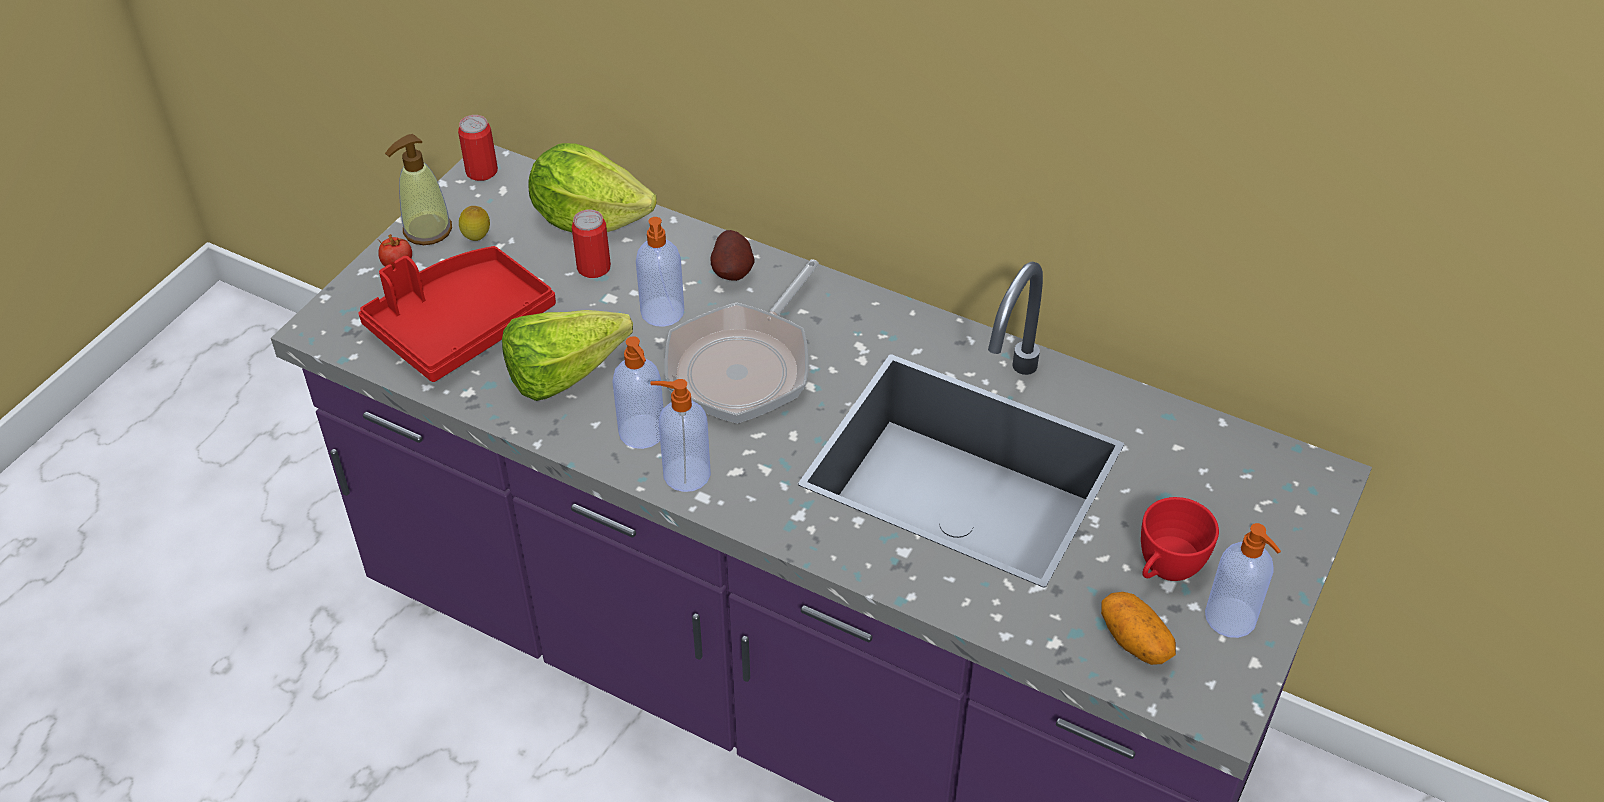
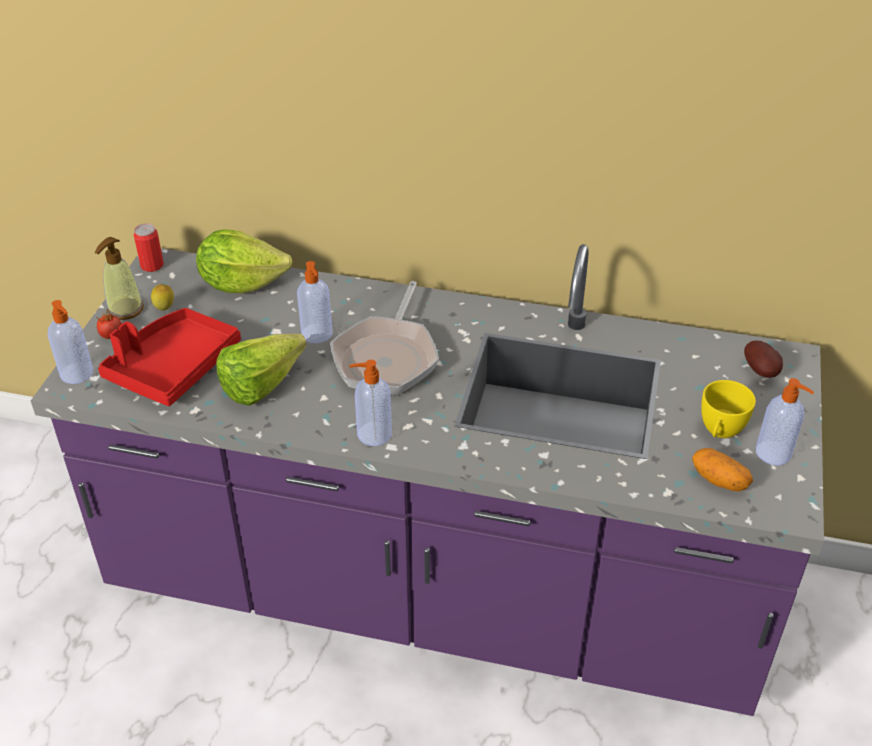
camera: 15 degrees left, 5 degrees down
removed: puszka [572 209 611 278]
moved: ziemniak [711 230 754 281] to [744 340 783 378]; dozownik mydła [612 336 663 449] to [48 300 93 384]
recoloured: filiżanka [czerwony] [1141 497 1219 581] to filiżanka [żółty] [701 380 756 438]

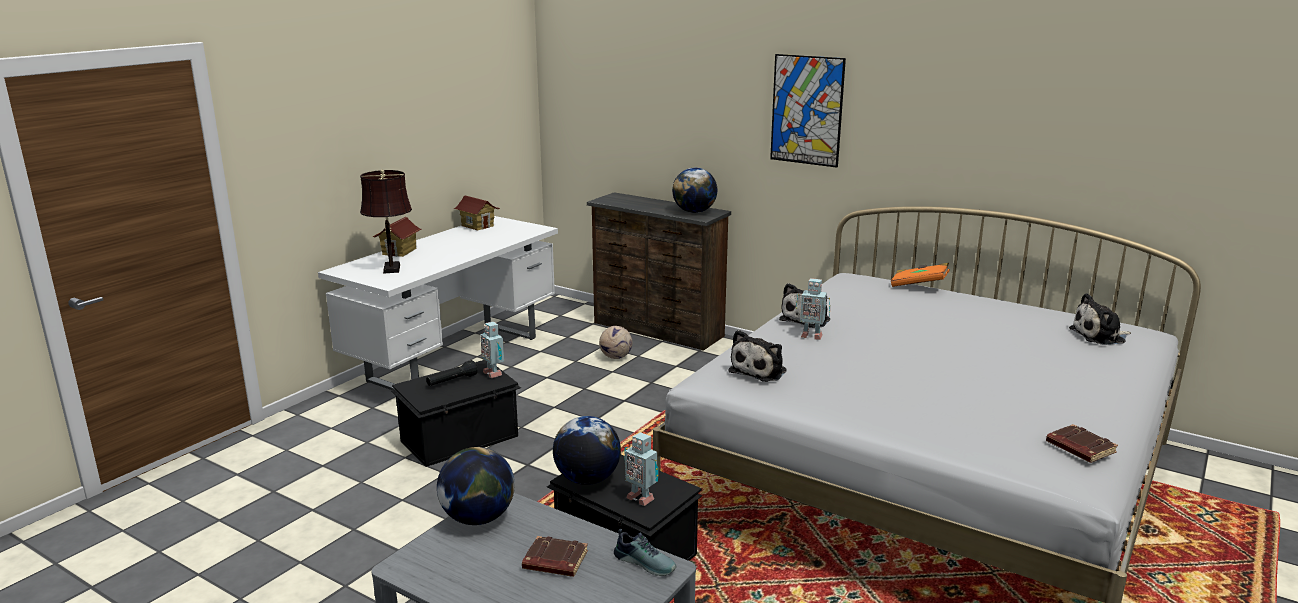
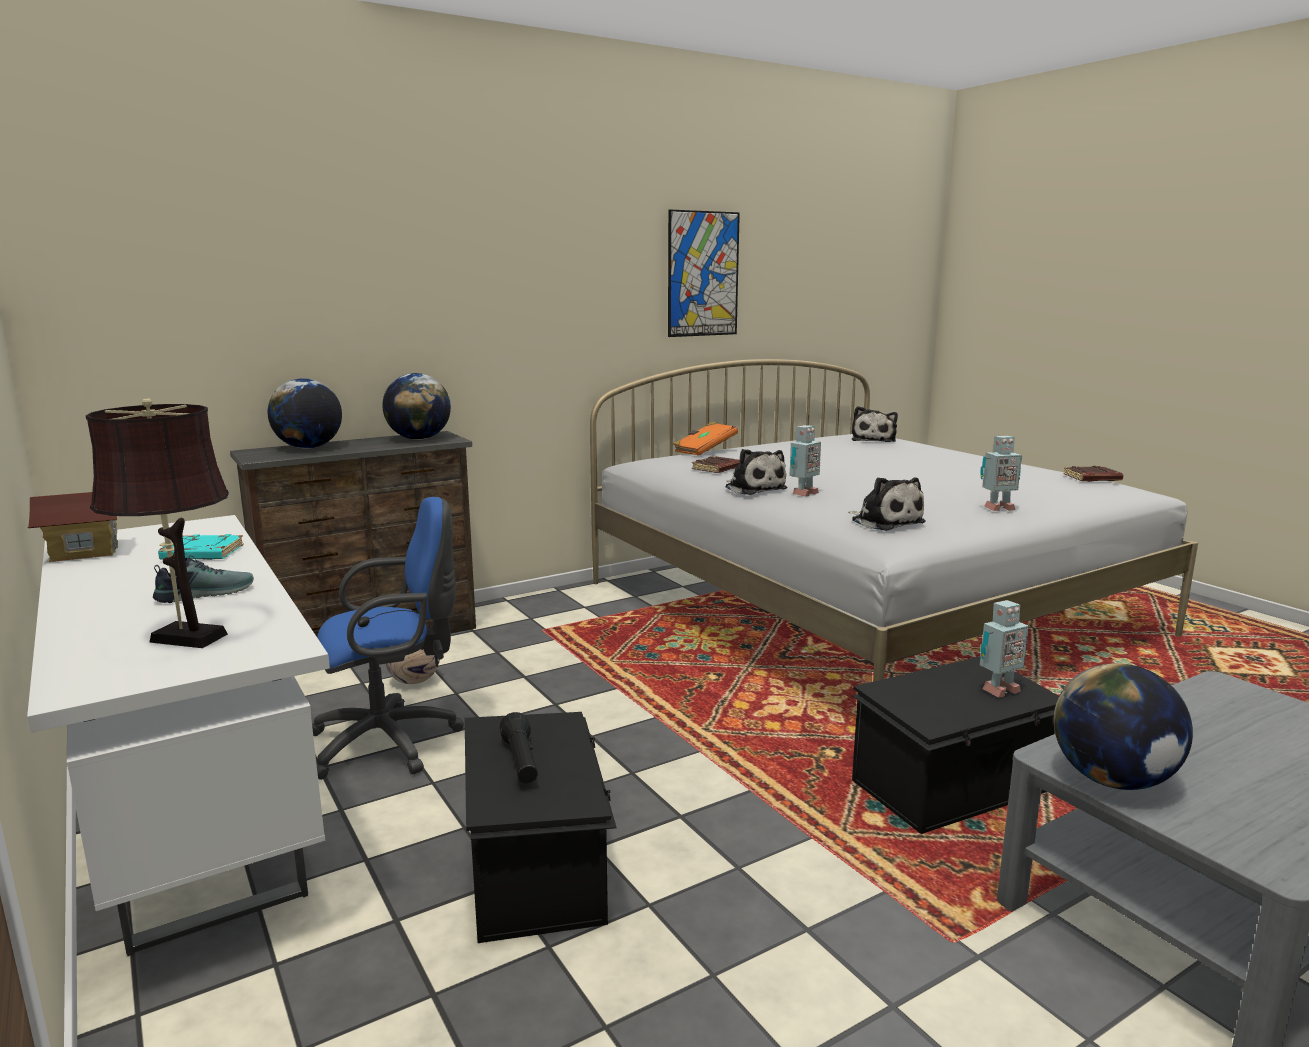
camera: 65 degrees left, 5 degrees down
removed: domek [372 217 421 257]
added: krzesło biurowe [niebieski] [312 497 464 780]; książka [turkusowy] [158 534 244 560]
moved: obraz [770 54 846 168] to [668 210 740 337]; robot zabawkowy [480 322 504 378] to [980 436 1022 511]; globus [553 416 621 485] to [267 378 342 449]; but [614 529 676 576] to [153 555 254 603]; książka [brązowy] [522 536 588 577] to [692 456 740 473]

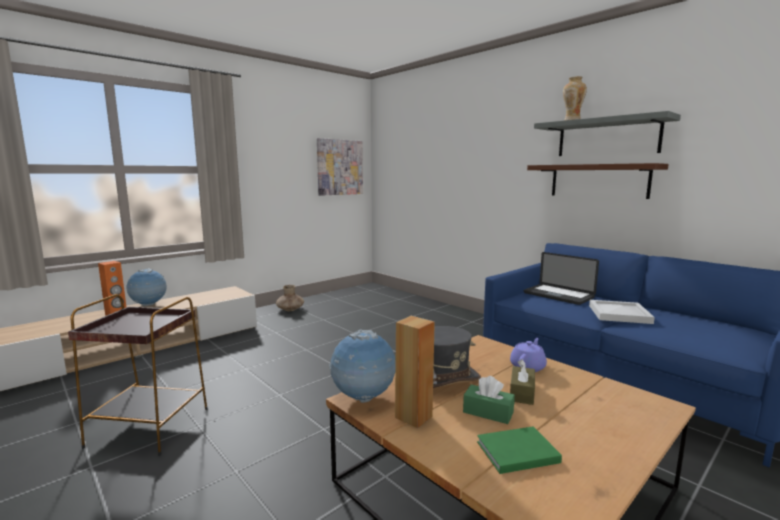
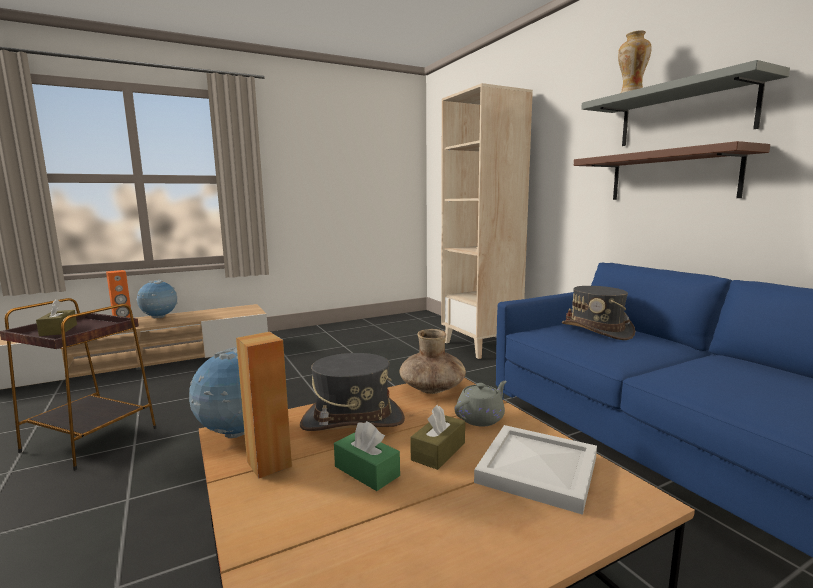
camera: 15 degrees right, 0 degrees up
removed: obraz [317 138 363 196]; książka [zielony] [477 426 562 474]
added: regał [beżowy] [441 83 533 359]; pudełko chusteczek [brązowy] [36 299 77 336]
moved: wazon [brązowy] [276 285 304 311] to [400 329 466 394]; taca [biały] [589 300 655 324] to [474 425 597 515]
replaced: laptop [524 252 599 305] to kapelusz [szary] [562 286 635 340]
recoloured: imbryk [fioletowy] [510 338 547 372] to imbryk [szary] [455 381 507 426]

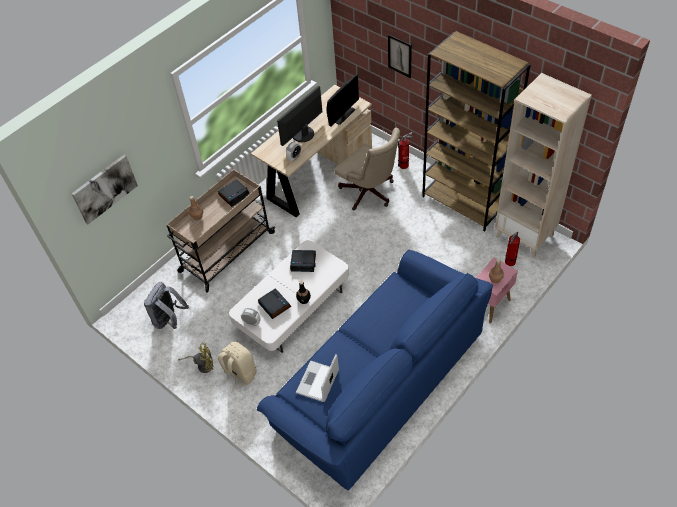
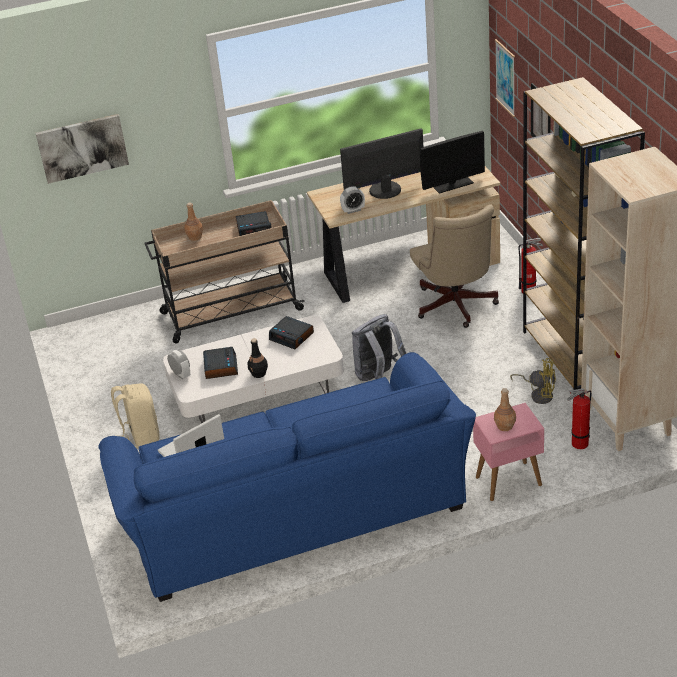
camera: 30 degrees right, 15 degrees down
added: obraz [495 39 515 117]
moved: plecak [szary] [144 282 189 329] to [352 314 406 381]; wentylator [żółty] [178 343 214 373] to [510 358 556 404]

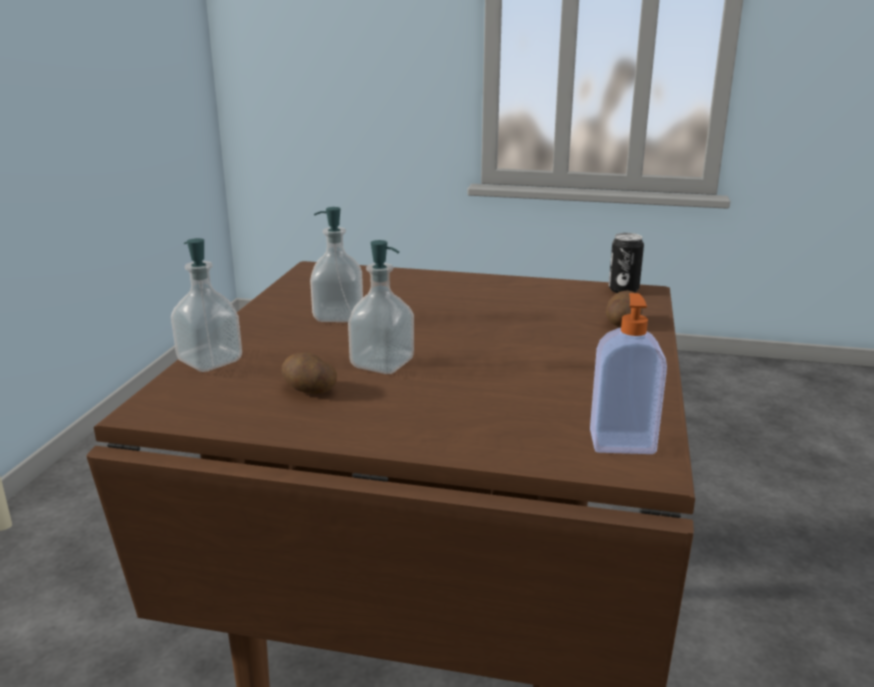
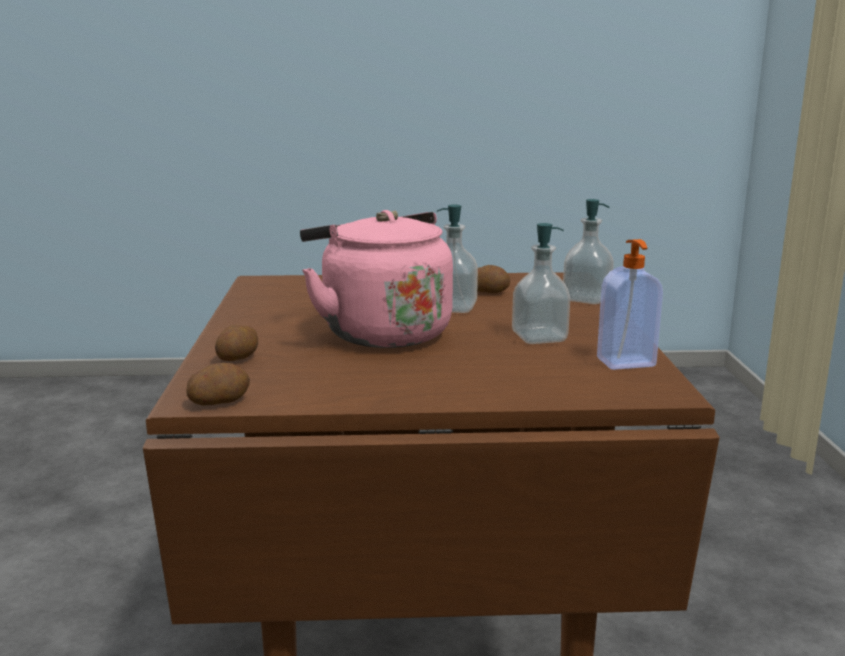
camera: 165 degrees right, 5 degrees down
added: czajnik [różowy] [300 210 453 348]
moved: dozownik mydła [590 293 667 454] to [597 239 663 370]
replaced: puszka [609 233 644 293] to ziemniak [187 363 250 405]

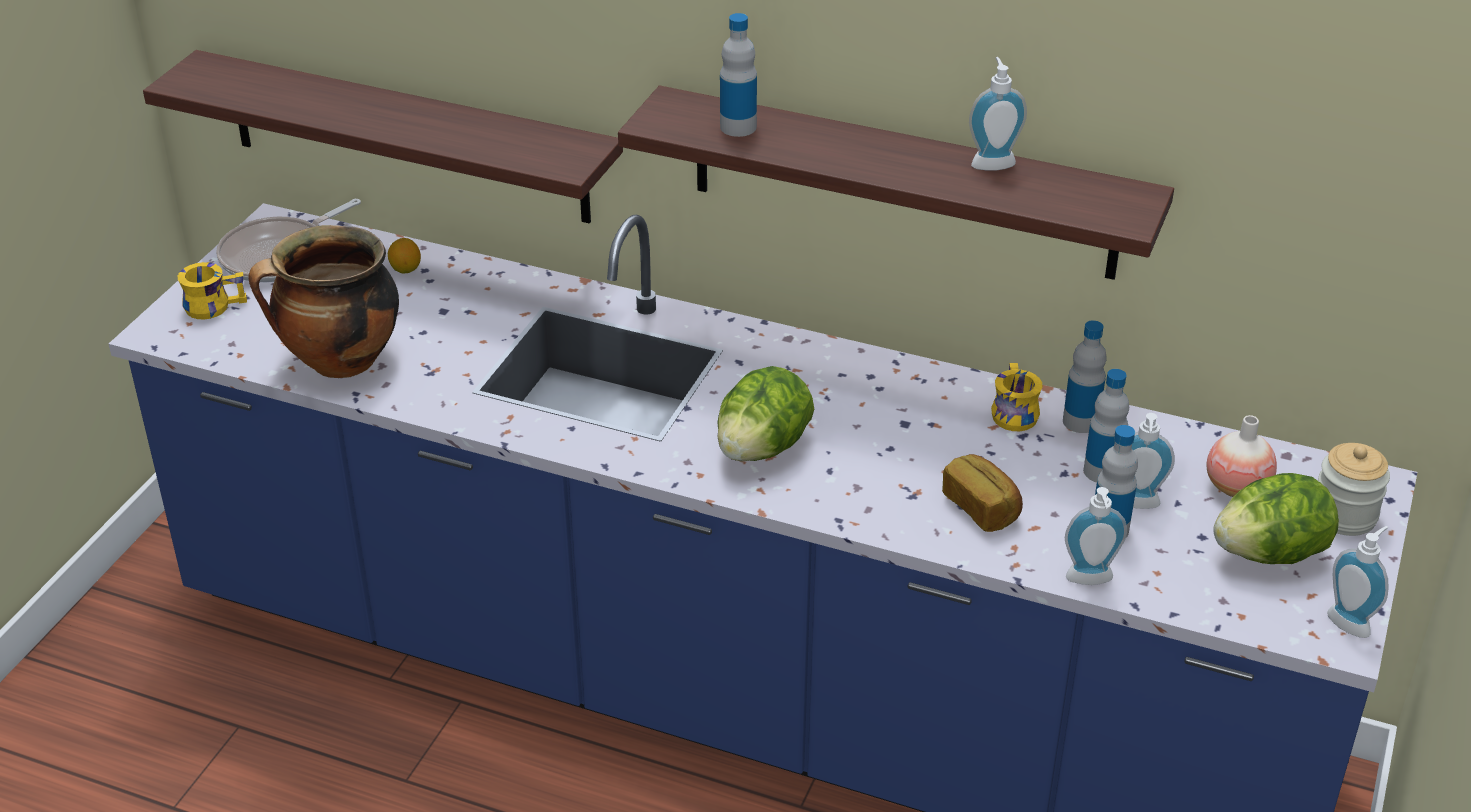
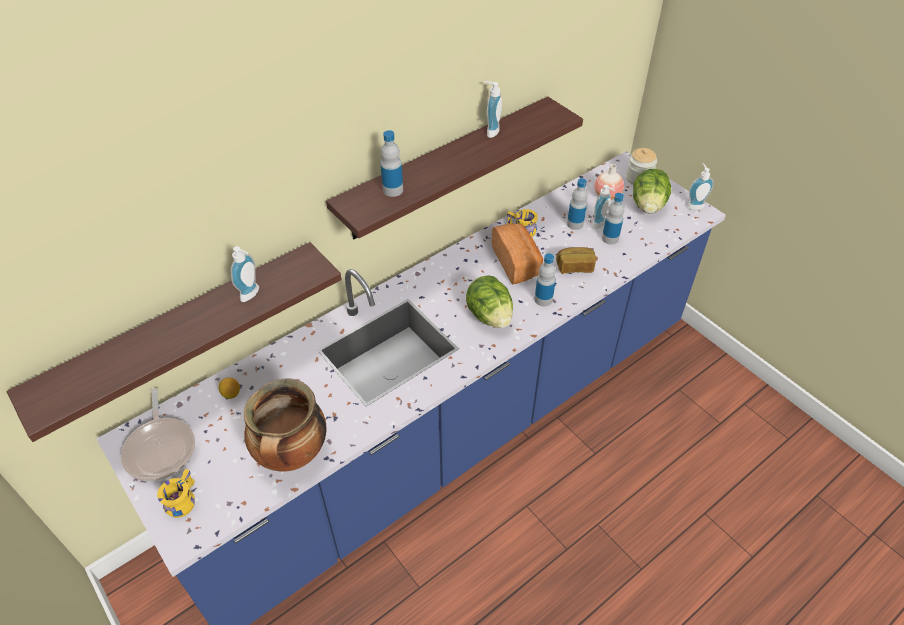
camera: 60 degrees left, 10 degrees up
added: chleb [492 224 543 284]
moved: butelka [1063 320 1107 433] to [535 253 556 306]; dozownik mydła [1065 487 1127 585] to [231 246 259 302]

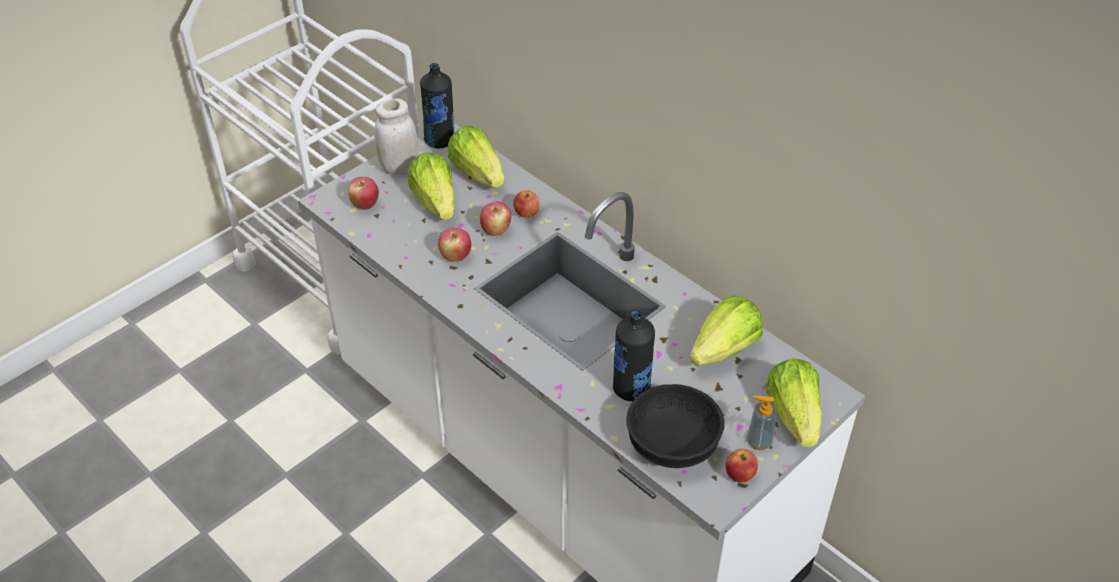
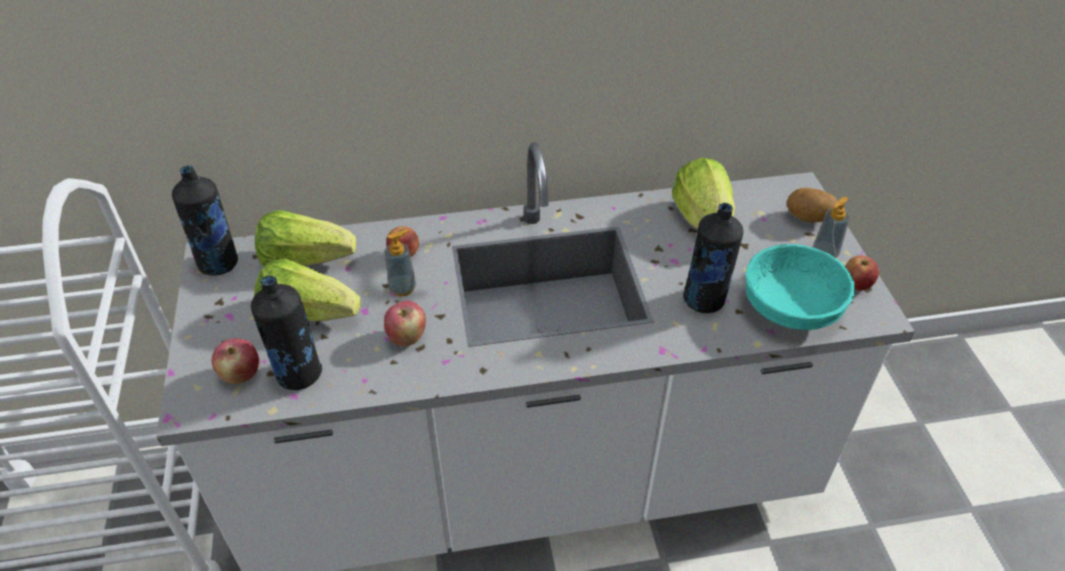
camera: 55 degrees left, 0 degrees up
removed: słoik [biały] [374 99 418 175]
added: butelka [czarny] [251 276 322 390]
replaced: jabłko [480 201 511 236] to dozownik mydła [385 230 416 297]; sałata [766 358 822 447] to ziemniak [787 188 838 222]
recoloured: miska [czarny] [626 384 724 468] to miska [turkusowy] [746 244 855 330]

